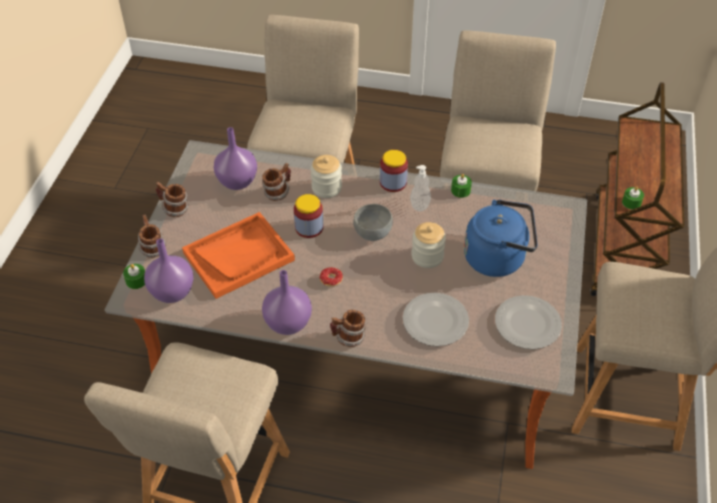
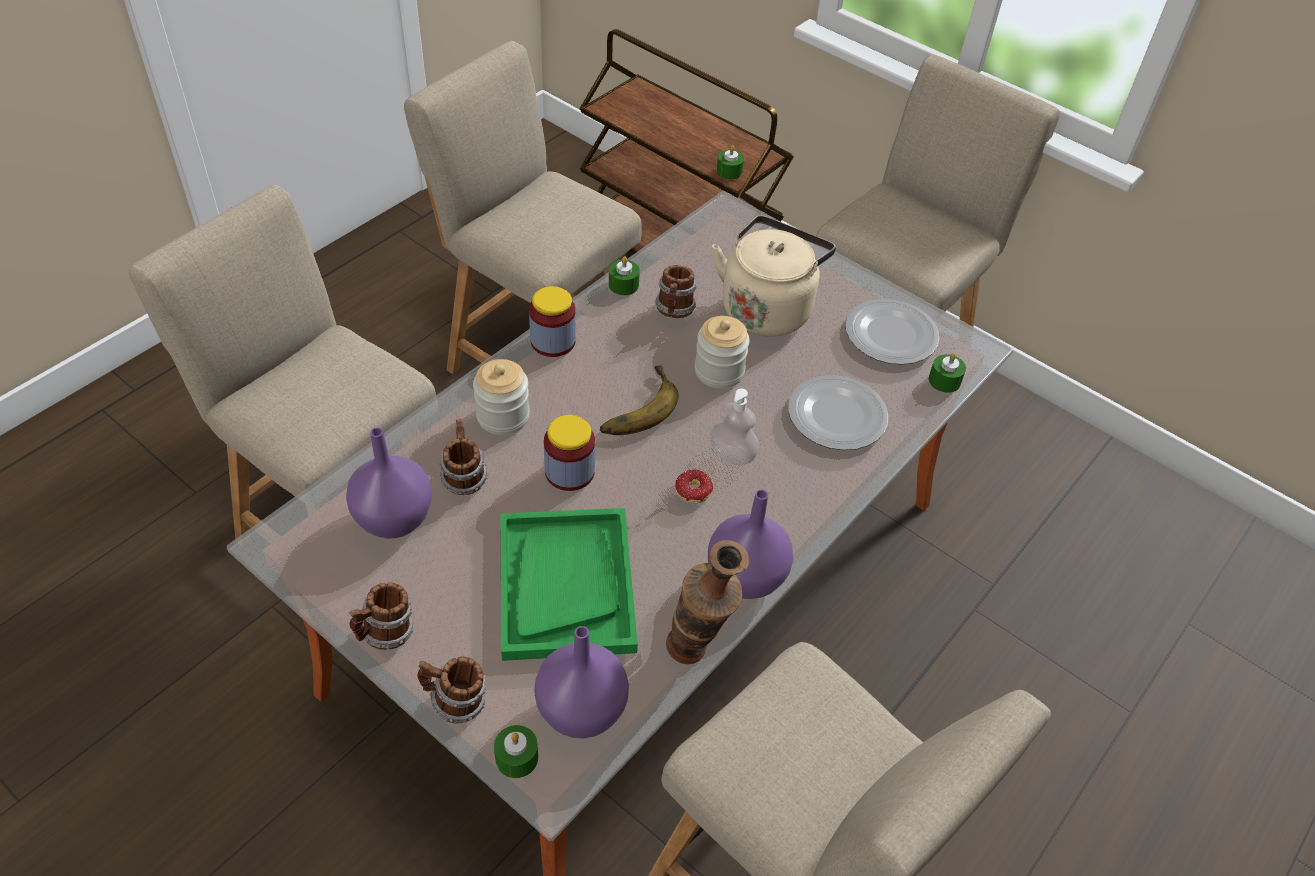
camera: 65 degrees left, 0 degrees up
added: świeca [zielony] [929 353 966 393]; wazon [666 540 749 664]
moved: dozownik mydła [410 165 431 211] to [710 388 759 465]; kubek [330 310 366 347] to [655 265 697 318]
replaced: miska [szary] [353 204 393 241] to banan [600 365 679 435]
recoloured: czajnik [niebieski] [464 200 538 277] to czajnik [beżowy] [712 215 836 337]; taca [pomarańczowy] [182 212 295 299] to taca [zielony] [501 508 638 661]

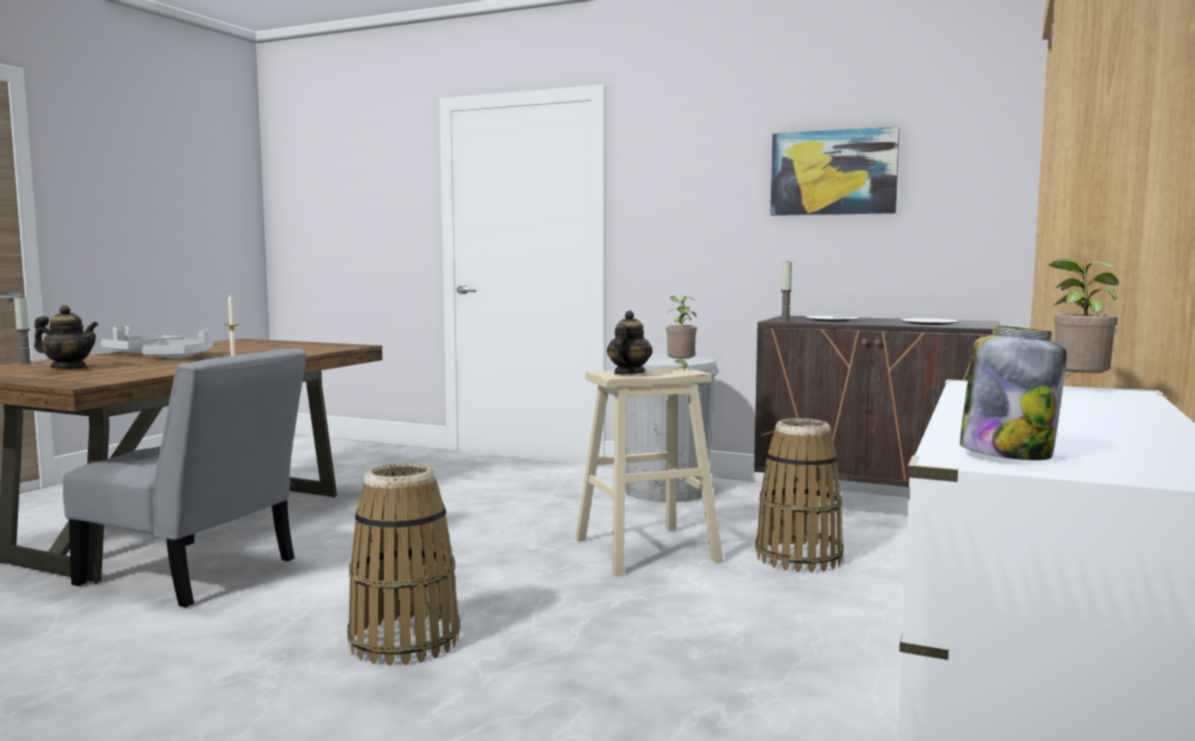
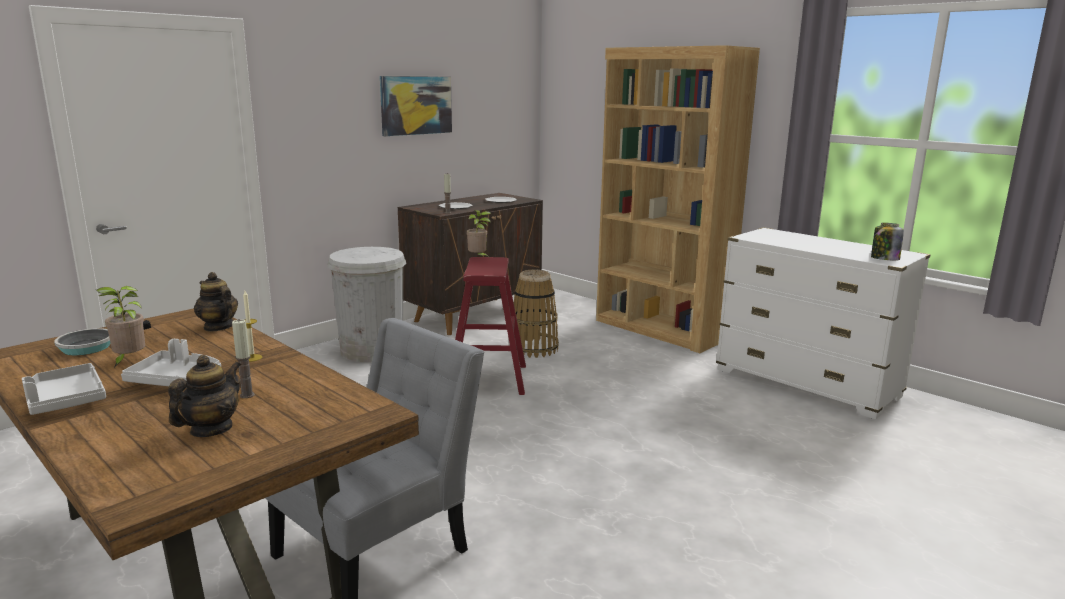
camera: 70 degrees left, 10 degrees up
removed: koszyk [347 463 460 666]
added: patelnia [54 320 151 355]
moved: roślina doniczkowa [1049 259 1119 379] to [96 286 145 368]; świeca [14 296 33 365] to [232 319 255 398]; imbryk [607 311 653 375] to [194 272 238 331]
recoloured: stołek [beżowy] [575 367 723 576] to stołek [czerwony] [455 257 526 395]

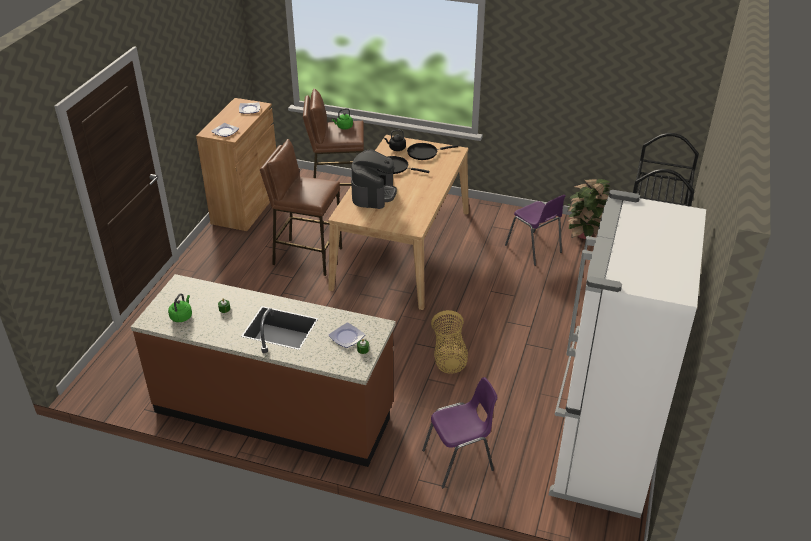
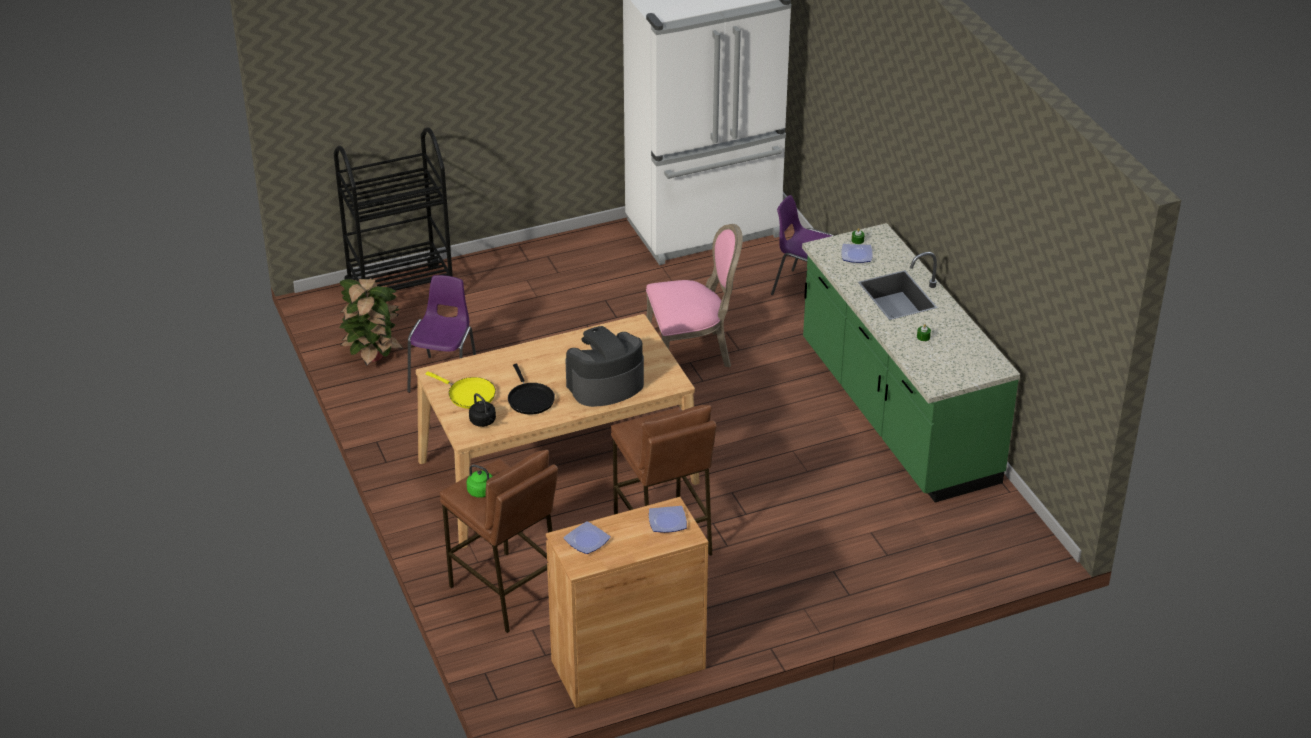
camera: 130 degrees left, 0 degrees up
removed: czajnik [zielony] [168 293 192 322]
replaced: koszyk [431 310 468 374] to krzesło [różowy] [646 224 743 367]
recoloured: patelnia [czarny] [407 143 458 160] to patelnia [żółty] [426 371 496 409]; zabudowa kuchenna [brązowy] [131 274 396 467] to zabudowa kuchenna [zielony] [802 223 1020 502]

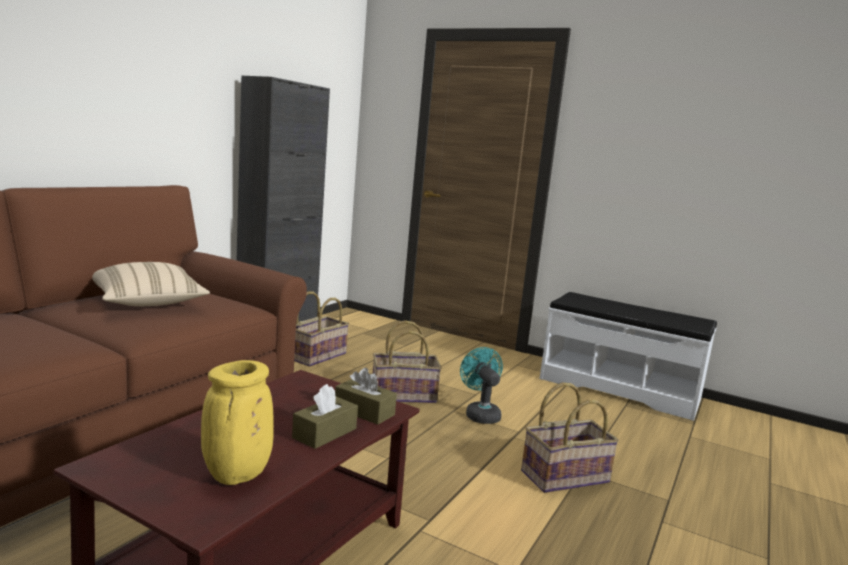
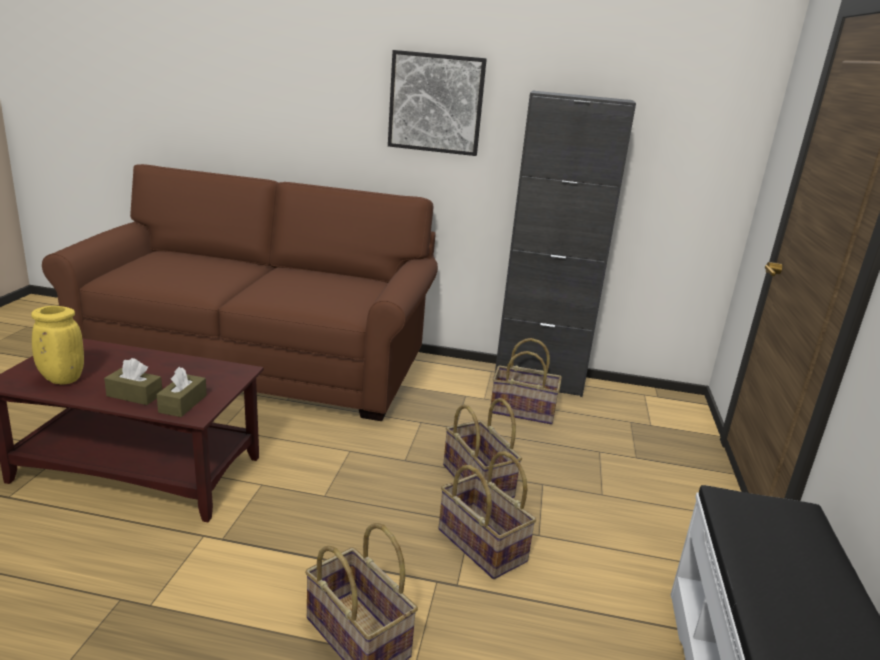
camera: 70 degrees right, 10 degrees up
removed: poduszka [beżowy] [92 262 210 306]
added: obraz [388 50 487 156]
replaced: wentylator [turkusowy] [460 347 503 424] to koszyk [438 451 537 579]

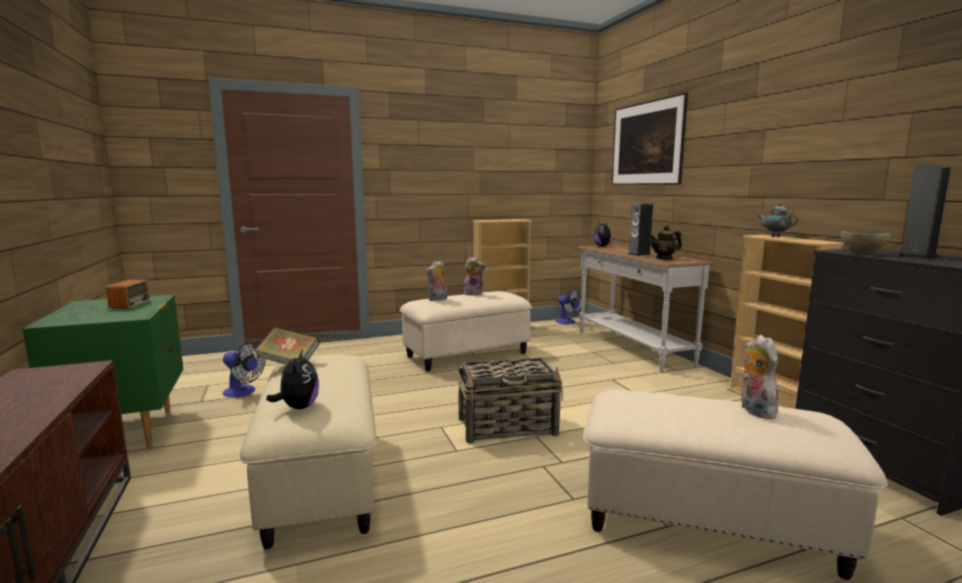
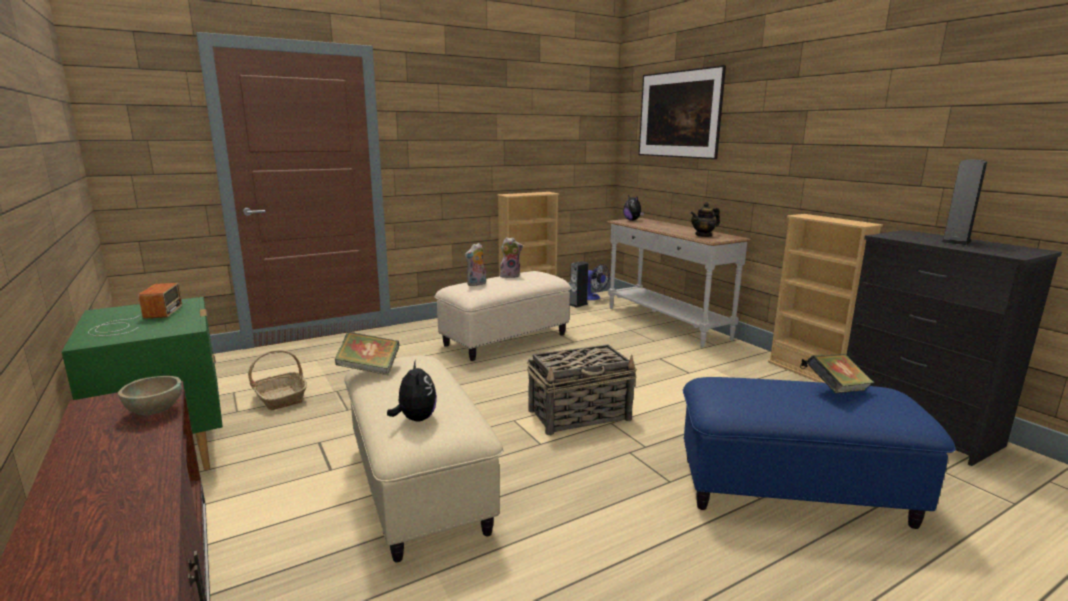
camera: 10 degrees left, 5 degrees up
removed: imbryk [758 203 798 237]
moved: głośnik [628 203 653 256] to [570 261 588 308]; miska [beżowy] [841 231 891 254] to [118 376 182 415]
replaced: pluszak [741 335 781 419] to książka [807 354 874 393]; wentylator [223 342 266 397] to koszyk [248 350 307 410]
recoloured: pufa [beżowy] [583 390 888 580] to pufa [niebieski] [683 377 956 529]

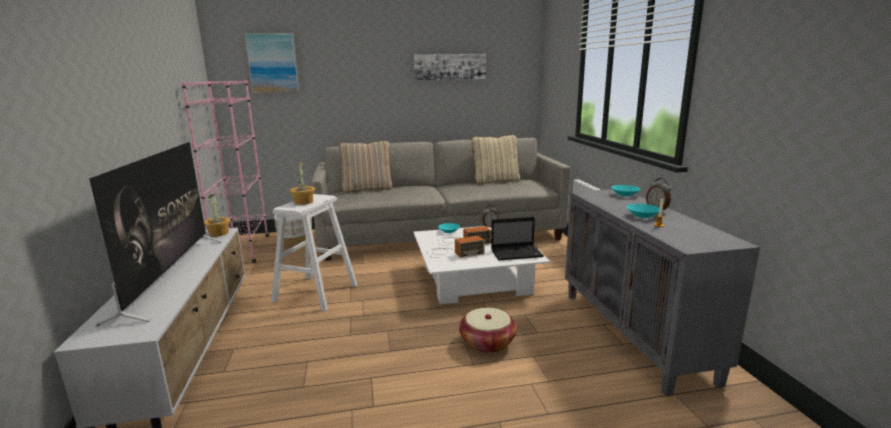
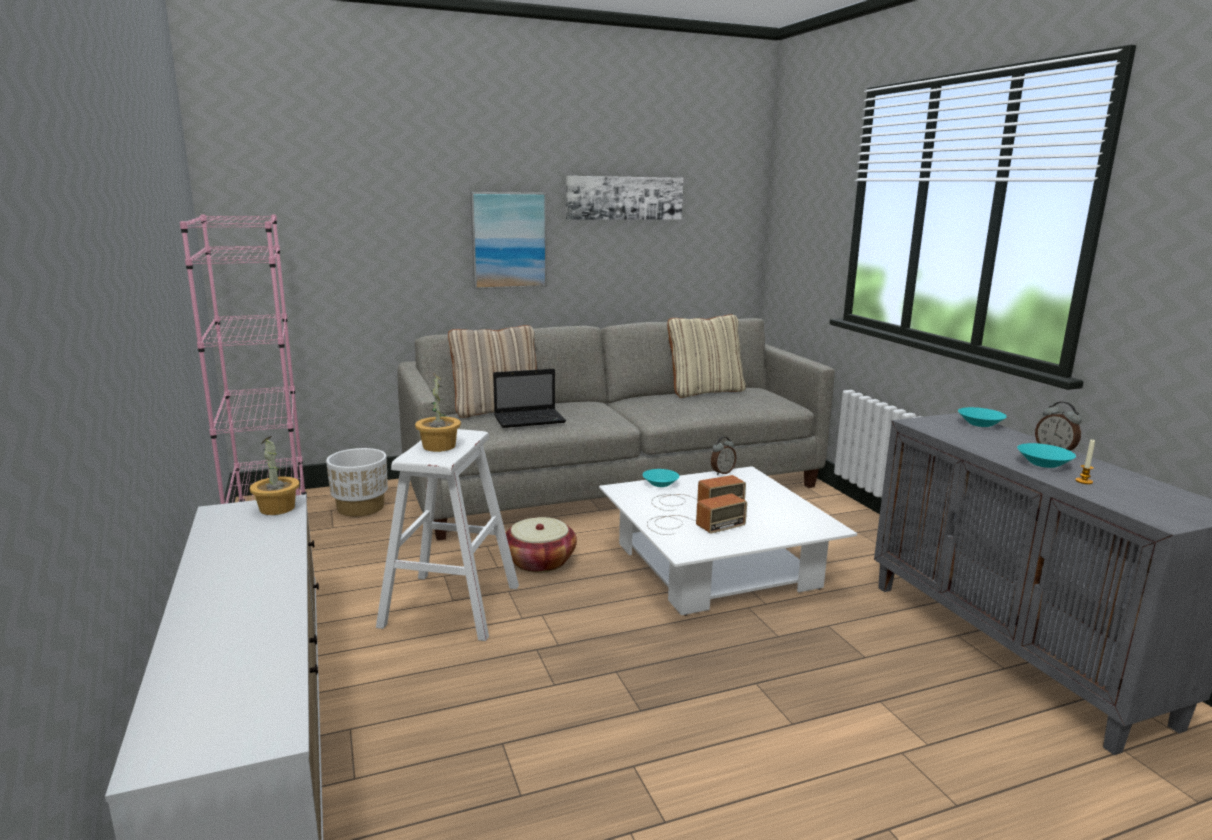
camera: 10 degrees left, 0 degrees up
removed: telewizor [89 142 222 326]
moved: obraz [244 33 300 93] to [470 192 547 289]; laptop [491 217 544 260] to [493 369 566 428]; koszyk [459 308 517 353] to [506 517 577 573]

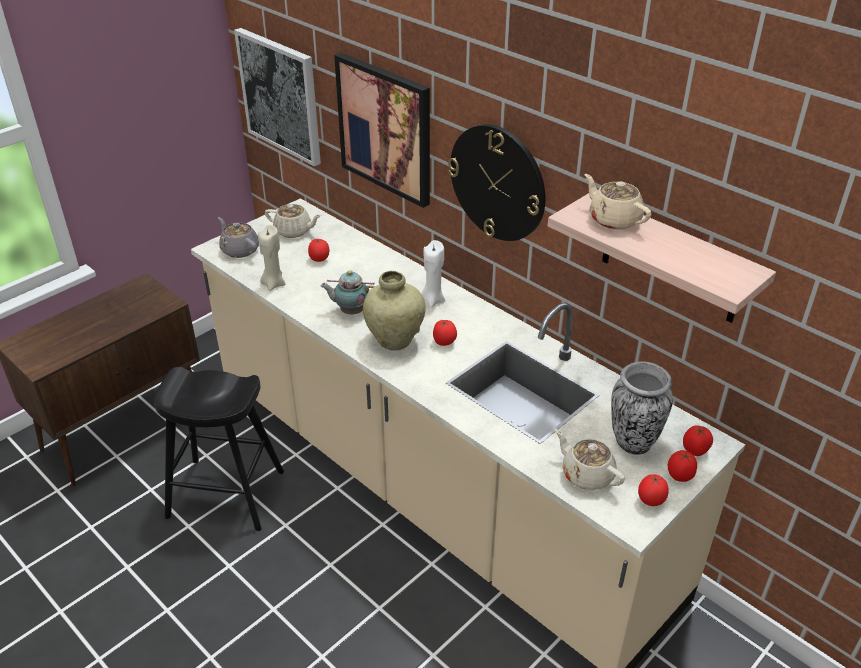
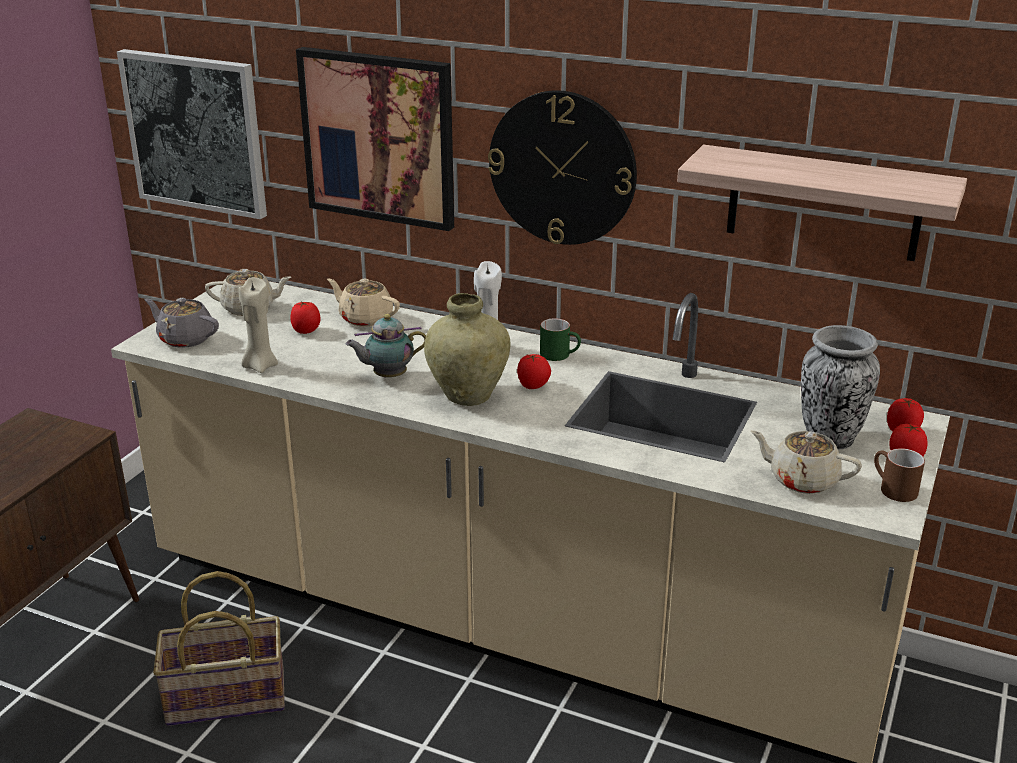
camera: 20 degrees left, 10 degrees down
added: kubek [zielony] [540 318 581 361]
moved: imbryk [beżowy] [585 174 652 230] to [327 279 400 327]
replaced: stołek [czarny] [154 367 284 531] to koszyk [153 571 285 726]; pomidor [638 474 668 506] to kubek [brązowy] [874 448 925 502]

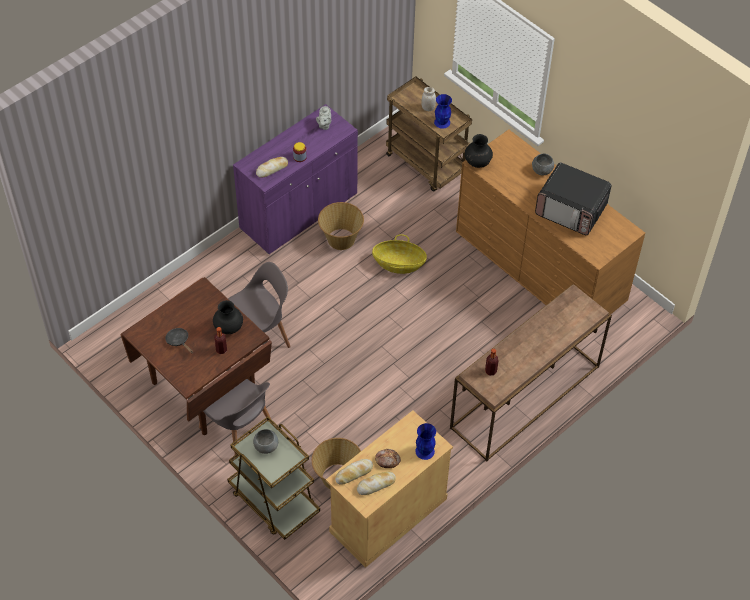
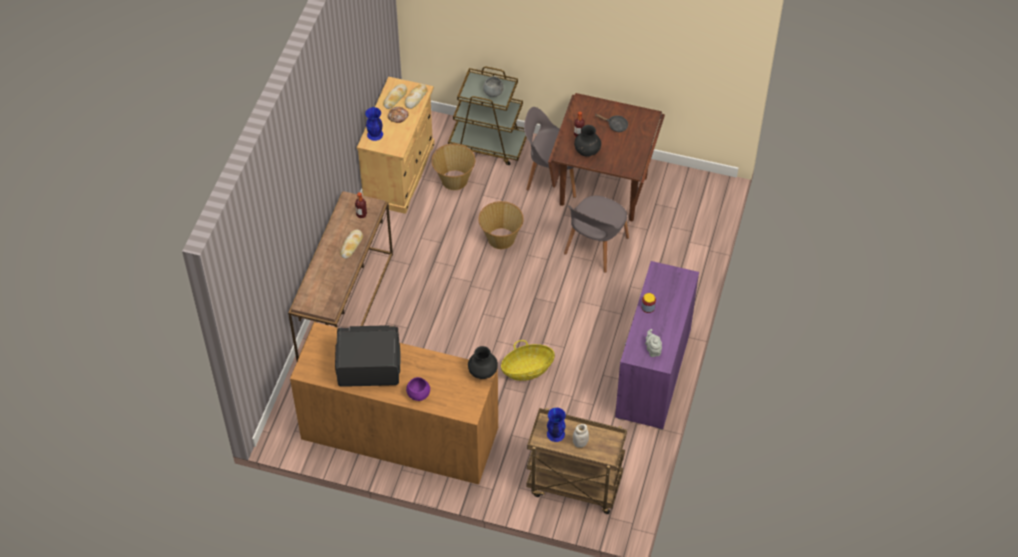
camera: 150 degrees right, 0 degrees up
moved: chleb [256 157 288 178] to [340 230 363 259]; koszyk [318 202 364 250] to [478 201 524 249]
recoloured: miska [szary] [532 154 554 176] to miska [fioletowy] [406 377 430 401]

